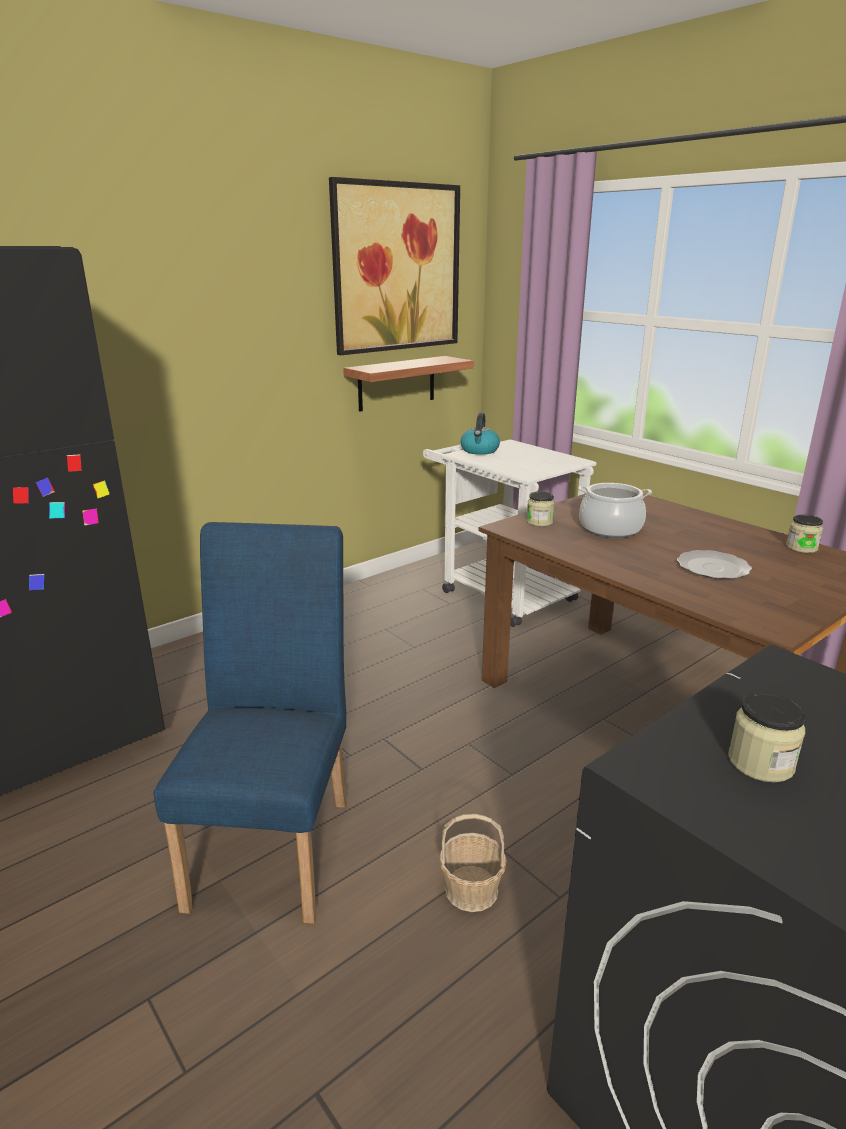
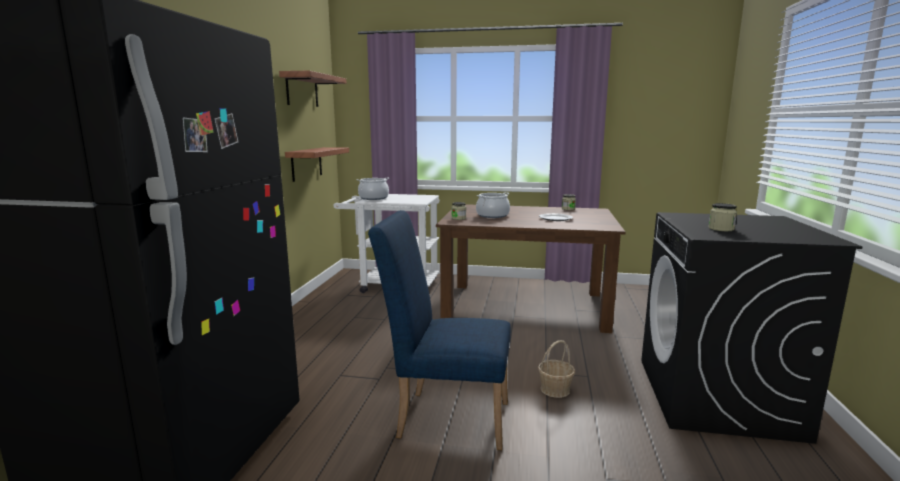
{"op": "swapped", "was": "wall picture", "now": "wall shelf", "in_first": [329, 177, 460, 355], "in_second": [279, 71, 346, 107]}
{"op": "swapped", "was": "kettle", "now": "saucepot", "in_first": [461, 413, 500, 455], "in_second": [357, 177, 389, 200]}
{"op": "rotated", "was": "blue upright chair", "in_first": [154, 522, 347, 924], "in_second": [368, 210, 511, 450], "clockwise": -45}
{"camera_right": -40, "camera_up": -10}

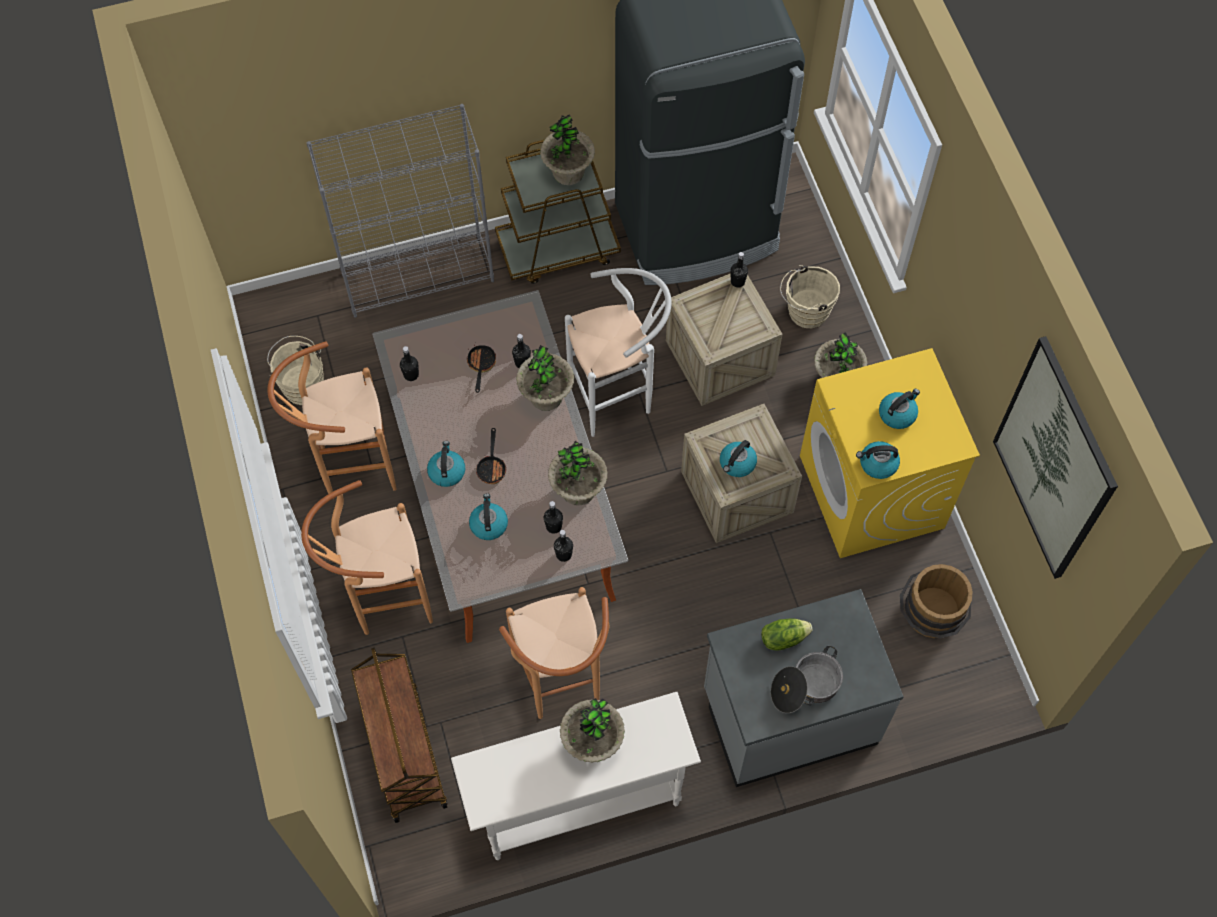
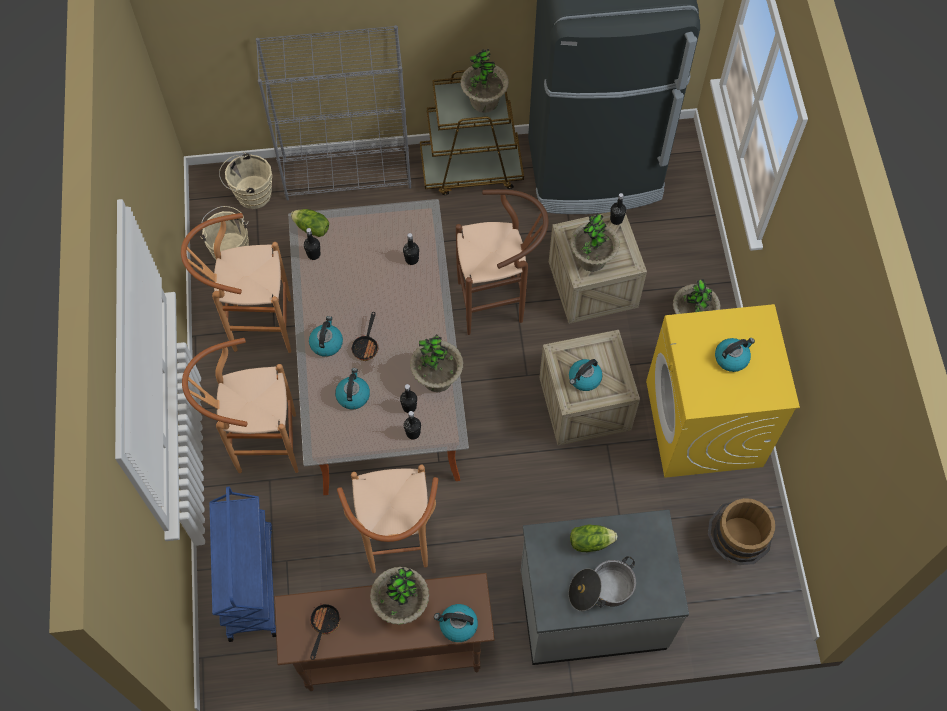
{"op": "shifted", "was": "beige-coloured pail", "in_first": [780, 265, 840, 328], "in_second": [219, 152, 272, 209]}
{"op": "repainted", "was": "white stool seat", "now": "brown-coloured stool seat", "in_first": [565, 268, 672, 437], "in_second": [456, 189, 549, 335]}
{"op": "gone", "was": "wall picture", "in_first": [993, 336, 1118, 579]}
{"op": "shifted", "was": "pan", "in_first": [467, 345, 496, 393], "in_second": [310, 603, 340, 660]}
{"op": "shifted", "was": "plant in a pot", "in_first": [516, 345, 574, 411], "in_second": [570, 213, 620, 272]}
{"op": "shifted", "was": "kettle", "in_first": [856, 441, 900, 479], "in_second": [434, 604, 478, 642]}
{"op": "repainted", "was": "brown-coloured wheeled cart", "now": "blue wheeled cart", "in_first": [351, 648, 447, 823], "in_second": [209, 487, 276, 642]}
{"op": "repainted", "was": "white hall table", "now": "brown-coloured hall table", "in_first": [451, 692, 701, 860], "in_second": [274, 573, 495, 691]}
{"op": "new", "now": "lettuce head", "in_second": [291, 209, 329, 237]}
{"camera_right": 10, "camera_up": 0}

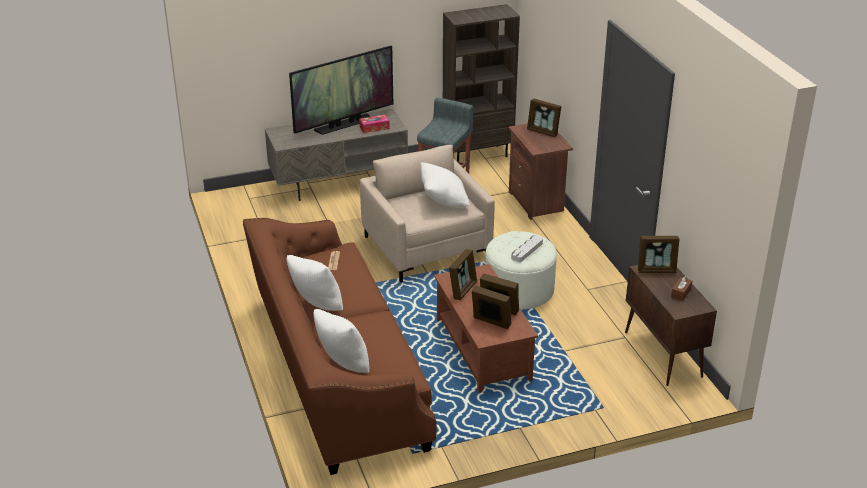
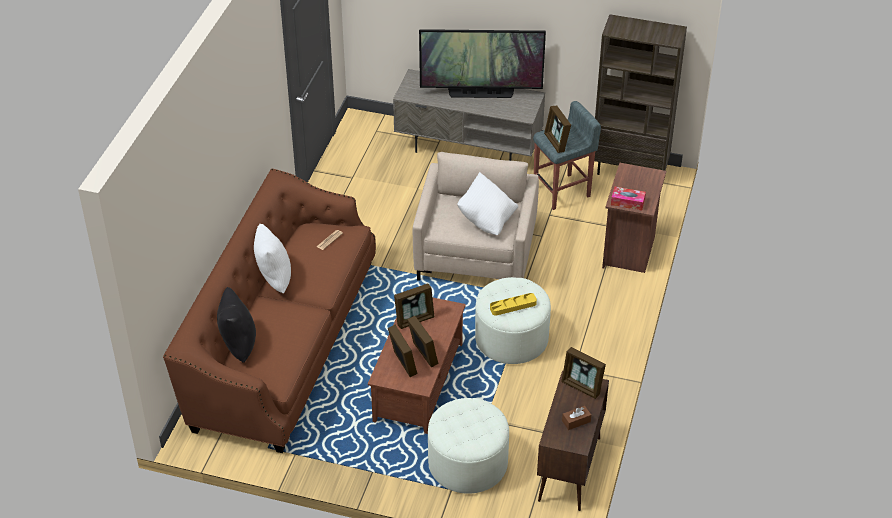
{"op": "shifted", "was": "picture frame", "in_first": [527, 98, 561, 137], "in_second": [544, 106, 571, 153]}
{"op": "shifted", "was": "tissue box", "in_first": [359, 115, 390, 133], "in_second": [611, 187, 646, 211]}
{"op": "repainted", "was": "gray serving tray", "now": "yellowish serving tray", "in_first": [511, 235, 543, 262], "in_second": [490, 293, 537, 316]}
{"op": "repainted", "was": "white pillow", "now": "black-coloured pillow", "in_first": [313, 309, 369, 373], "in_second": [217, 287, 256, 363]}
{"op": "new", "now": "white footrest", "in_second": [428, 398, 509, 494]}
{"camera_right": 35, "camera_up": 10}

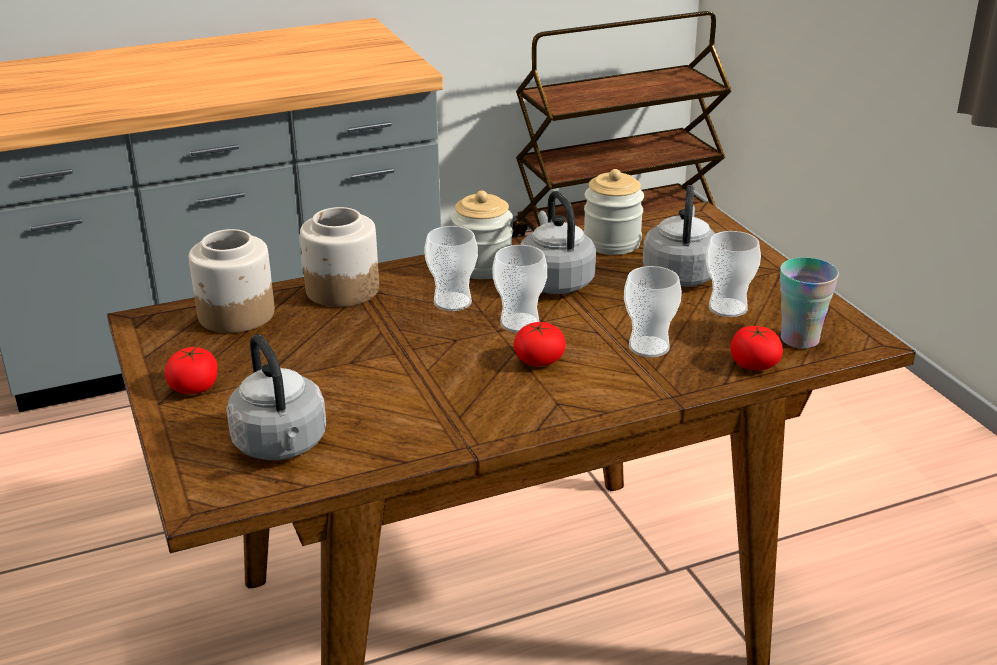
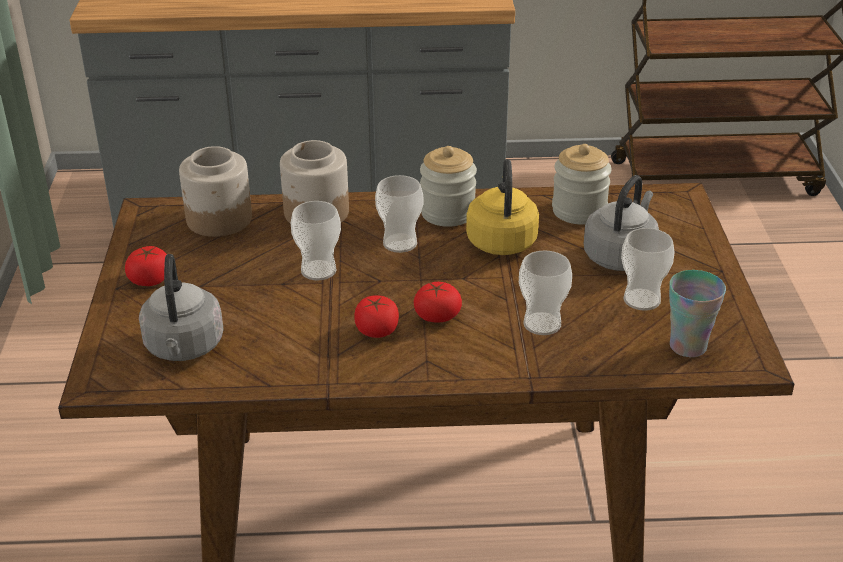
{"op": "repainted", "was": "gray kettle", "now": "yellowish kettle", "in_first": [520, 191, 596, 294], "in_second": [466, 159, 539, 255]}
{"op": "shifted", "was": "cup", "in_first": [493, 245, 547, 333], "in_second": [291, 201, 341, 280]}
{"op": "shifted", "was": "fresh tomato", "in_first": [730, 326, 783, 371], "in_second": [354, 295, 399, 338]}
{"camera_right": 20, "camera_up": 5}

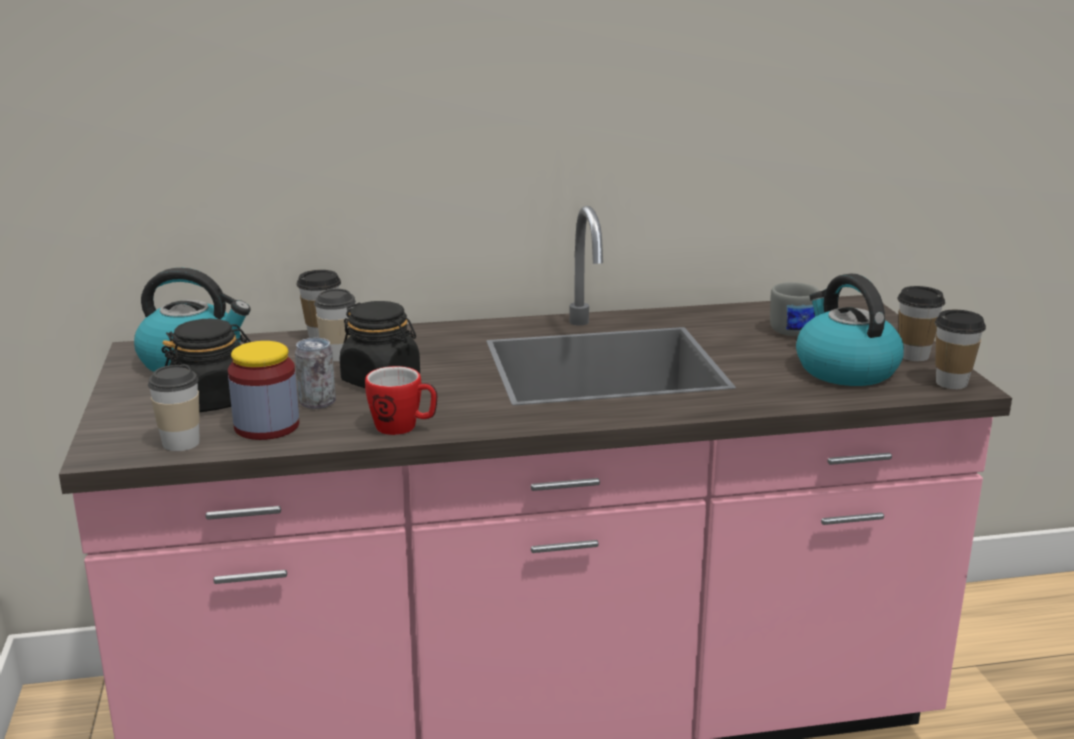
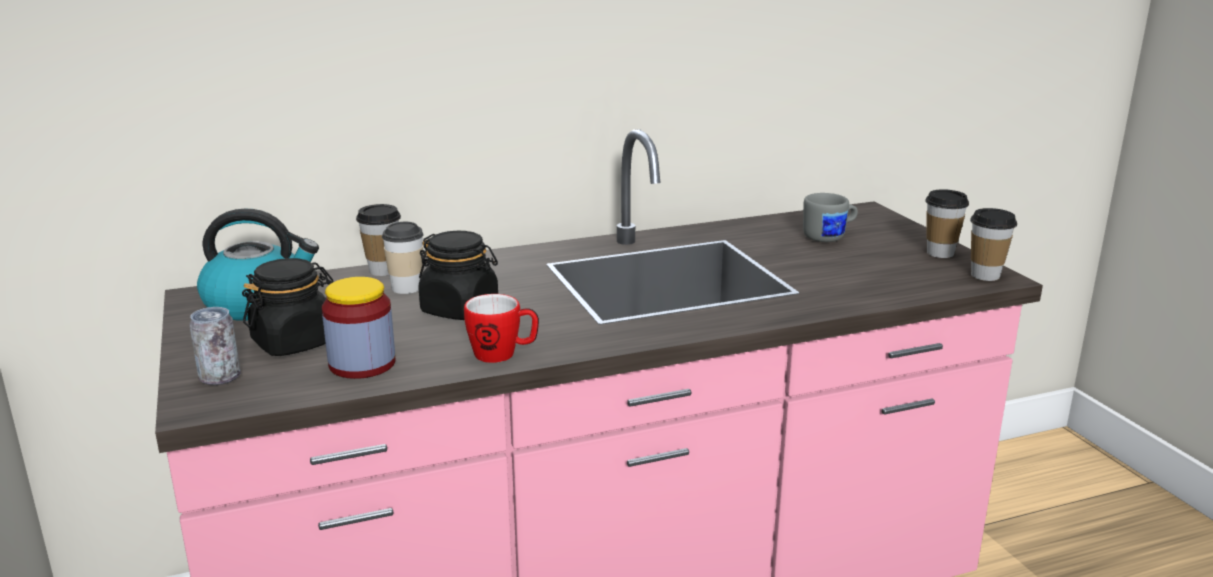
{"op": "gone", "was": "kettle", "in_first": [796, 274, 904, 386]}
{"op": "shifted", "was": "sealed can", "in_first": [295, 338, 336, 409], "in_second": [190, 307, 241, 385]}
{"op": "gone", "was": "cup", "in_first": [148, 364, 200, 451]}
{"camera_right": -10, "camera_up": 0}

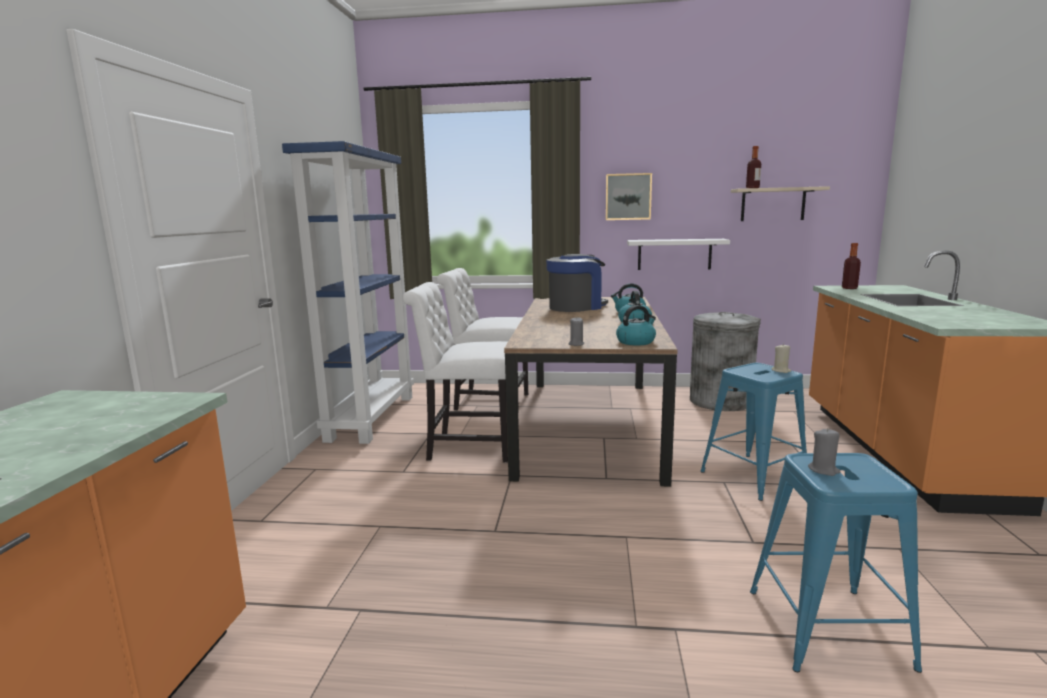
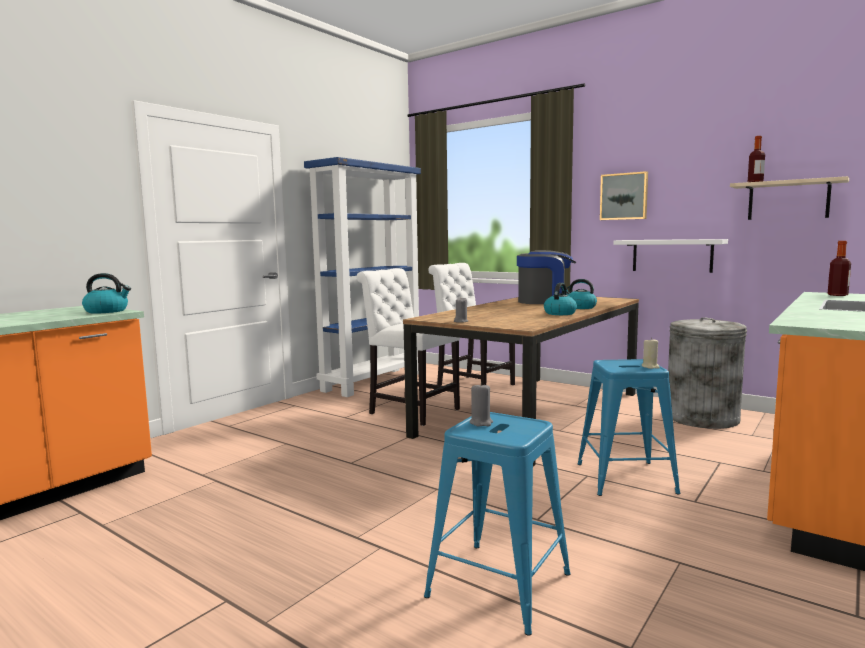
{"op": "shifted", "was": "kettle", "in_first": [616, 305, 656, 345], "in_second": [82, 273, 131, 314]}
{"camera_right": 30, "camera_up": -5}

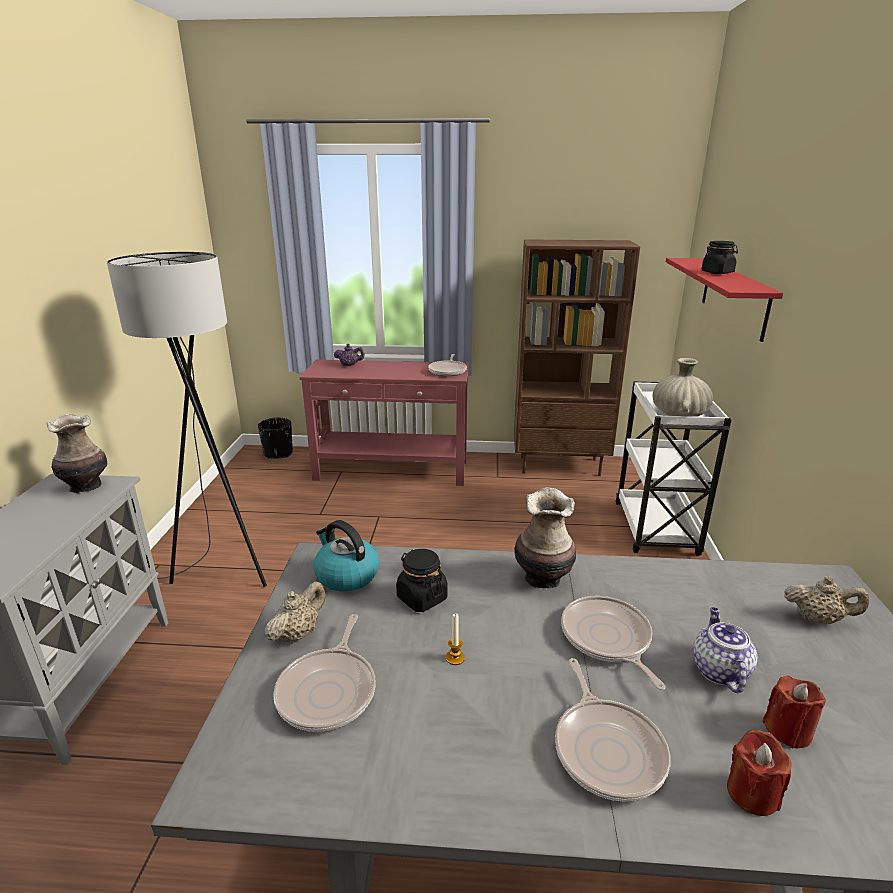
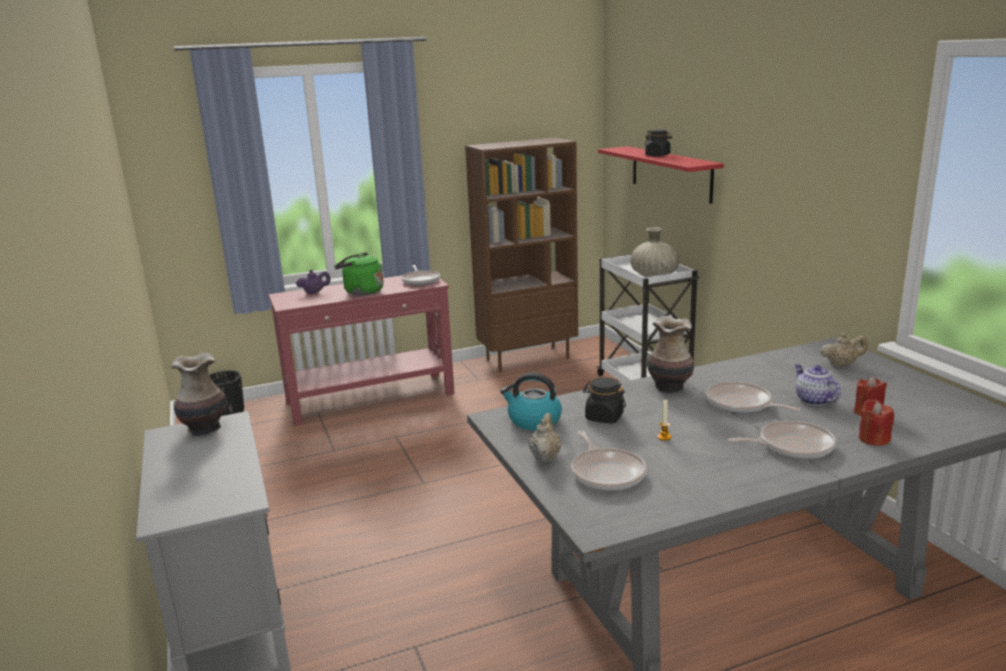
{"op": "gone", "was": "gray standing lamp", "in_first": [107, 252, 267, 587]}
{"op": "rotated", "was": "pan", "in_first": [555, 658, 670, 802], "in_second": [728, 420, 836, 459], "clockwise": -60}
{"op": "new", "now": "greenish kettle", "in_second": [334, 252, 384, 295]}
{"camera_right": -25, "camera_up": -5}

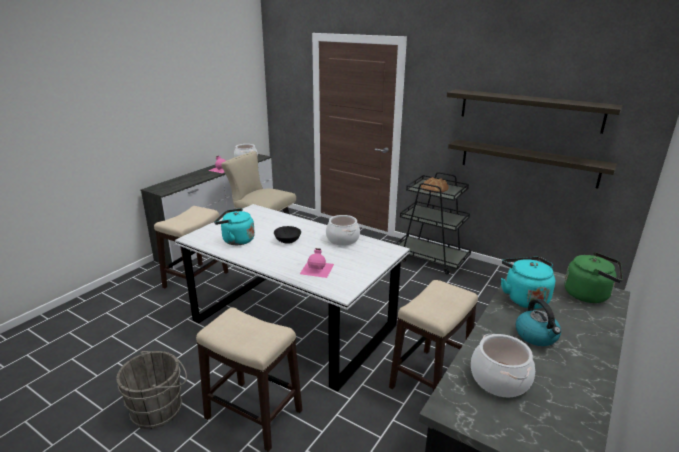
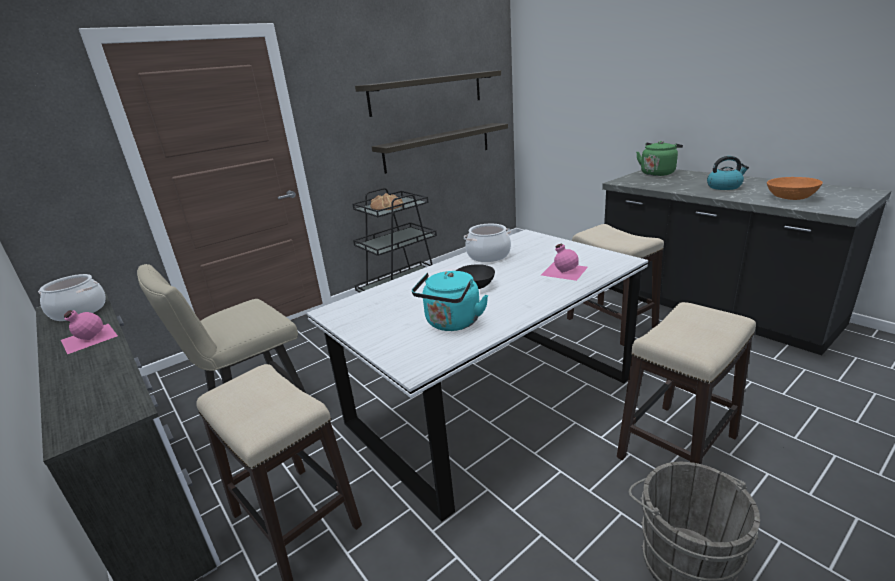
{"op": "gone", "was": "turquoise kettle", "in_first": [501, 257, 555, 309]}
{"op": "swapped", "was": "saucepot", "now": "orangey bowl", "in_first": [471, 334, 535, 397], "in_second": [767, 177, 823, 200]}
{"camera_right": -70, "camera_up": 0}

